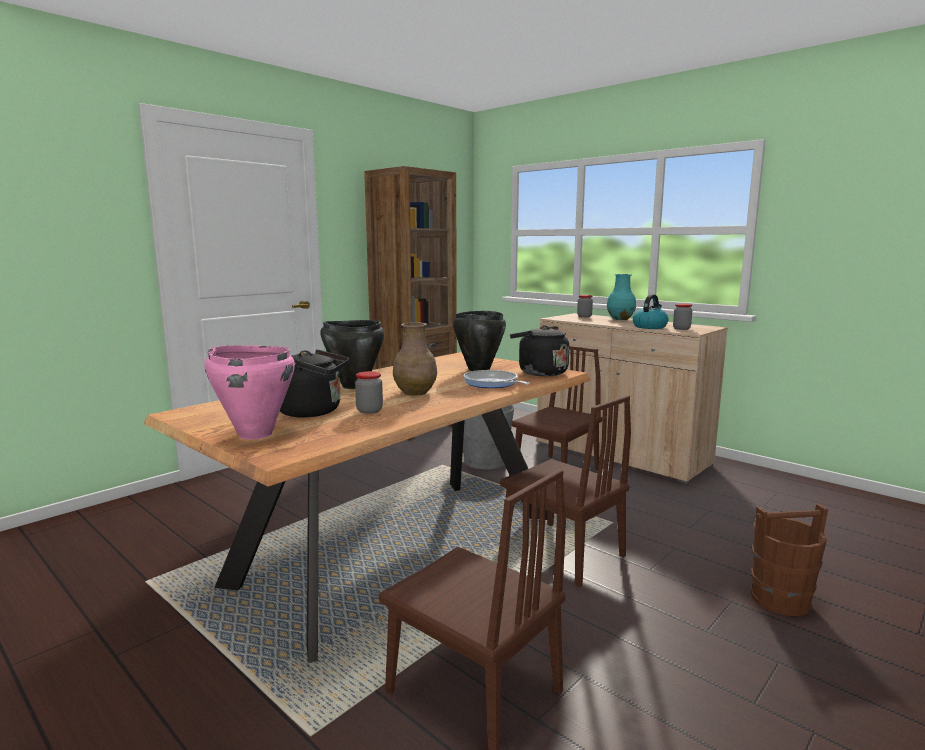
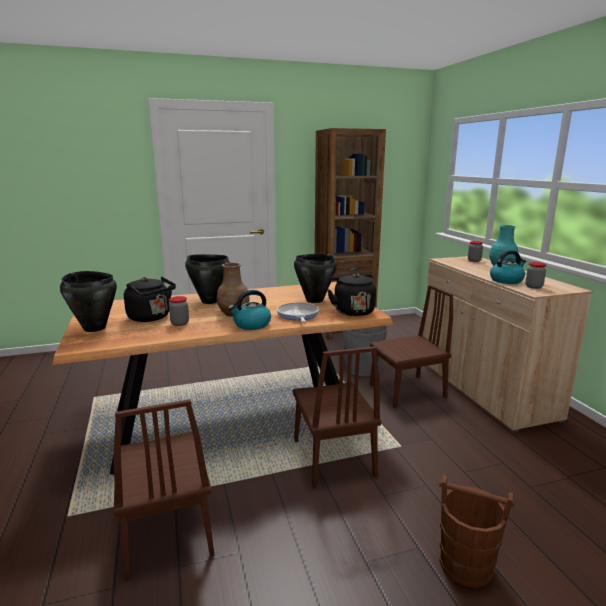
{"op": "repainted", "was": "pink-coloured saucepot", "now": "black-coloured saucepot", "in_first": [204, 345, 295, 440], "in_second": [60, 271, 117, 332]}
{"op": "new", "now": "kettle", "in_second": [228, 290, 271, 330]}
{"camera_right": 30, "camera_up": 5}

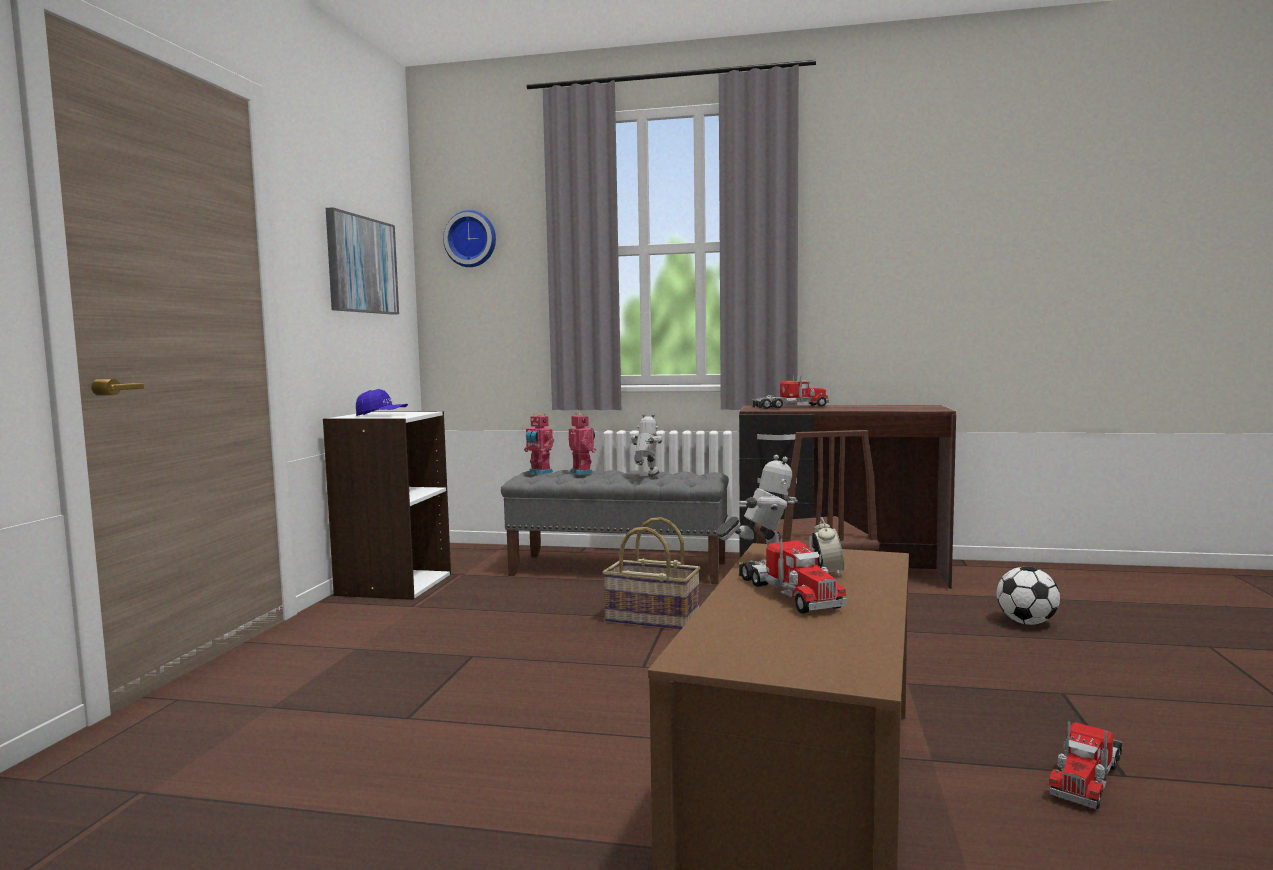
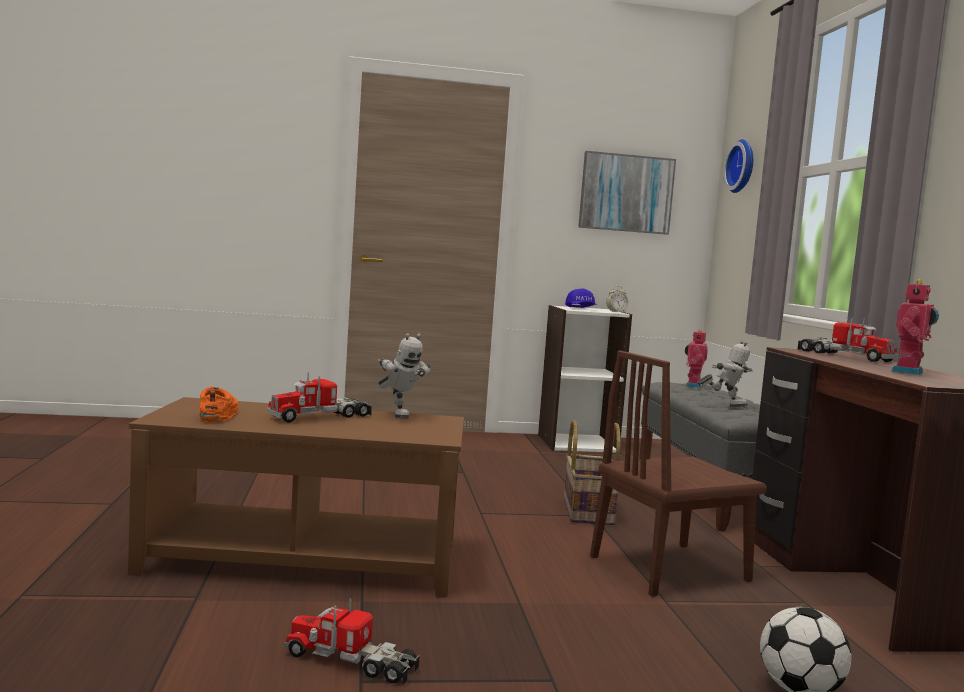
{"op": "shifted", "was": "toy robot", "in_first": [568, 413, 596, 475], "in_second": [891, 279, 939, 375]}
{"op": "shifted", "was": "bedside clock", "in_first": [812, 517, 844, 577], "in_second": [606, 286, 628, 313]}
{"op": "new", "now": "orangey low shoe", "in_second": [200, 387, 239, 422]}
{"camera_right": 70, "camera_up": 0}

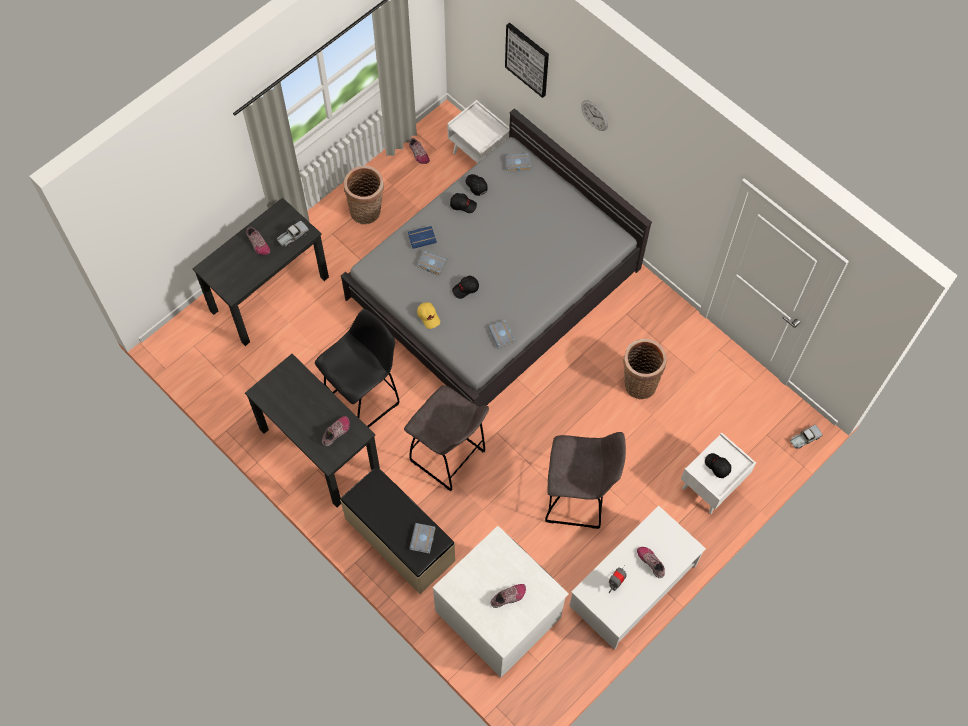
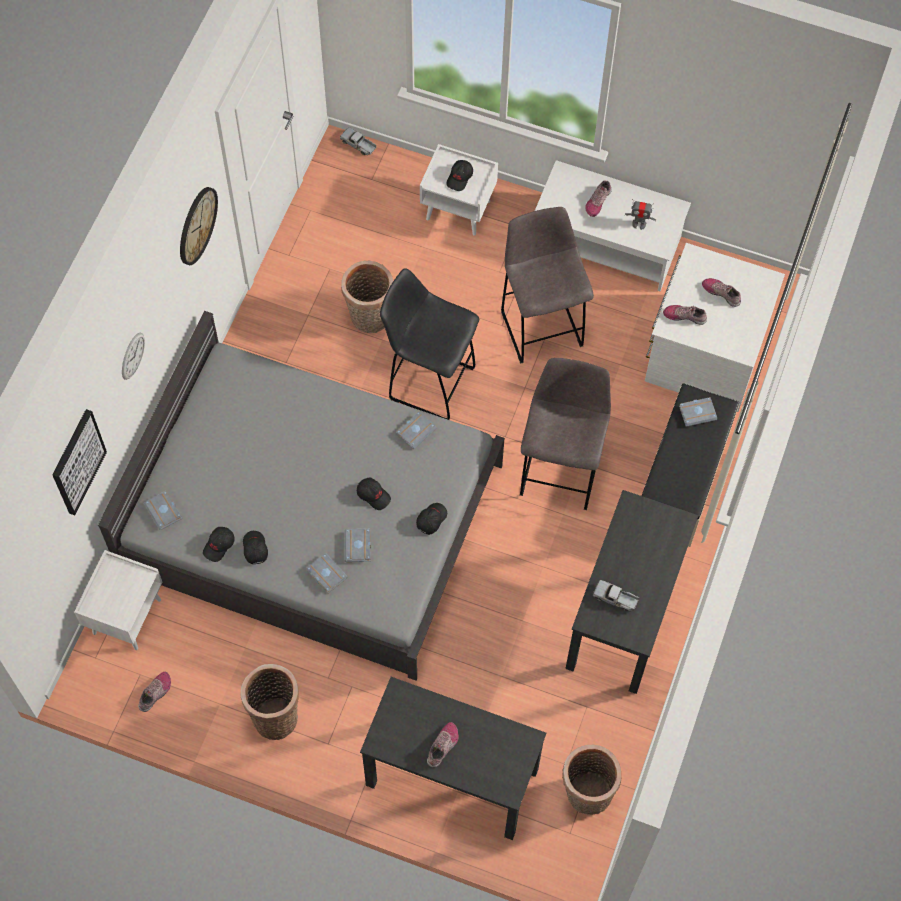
{"op": "shifted", "was": "toy lorry", "in_first": [277, 221, 309, 247], "in_second": [593, 580, 639, 611]}
{"op": "repainted", "was": "blue book", "now": "gray book", "in_first": [408, 226, 437, 249], "in_second": [307, 553, 348, 593]}
{"op": "repainted", "was": "yellowish baseball cap", "now": "black-coloured baseball cap", "in_first": [417, 302, 440, 329], "in_second": [416, 503, 447, 535]}
{"op": "shifted", "was": "black-coloured stool seat", "in_first": [315, 309, 400, 428], "in_second": [380, 268, 479, 420]}
{"op": "shifted", "was": "low shoe", "in_first": [322, 416, 350, 446], "in_second": [663, 305, 707, 325]}
{"op": "new", "now": "wall clock", "in_second": [180, 187, 218, 265]}
{"op": "new", "now": "basket", "in_second": [562, 745, 622, 815]}
{"camera_right": -115, "camera_up": 0}

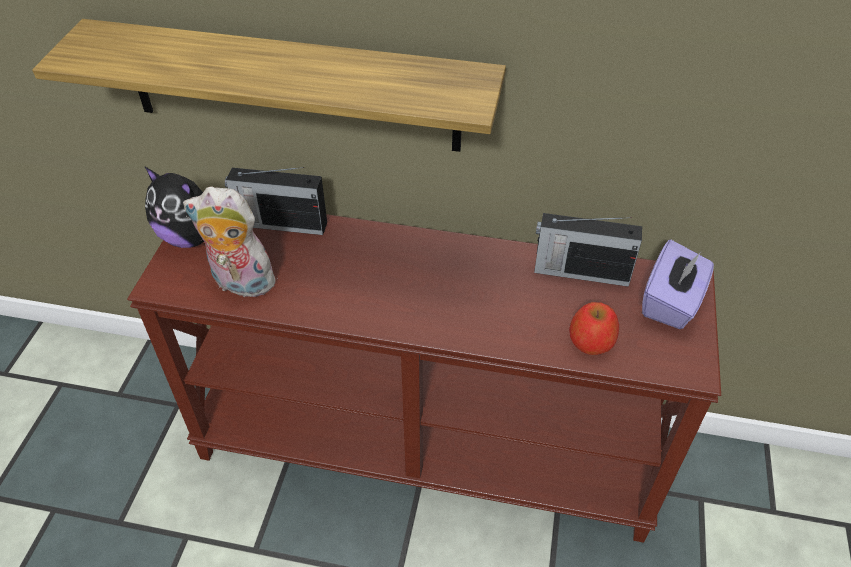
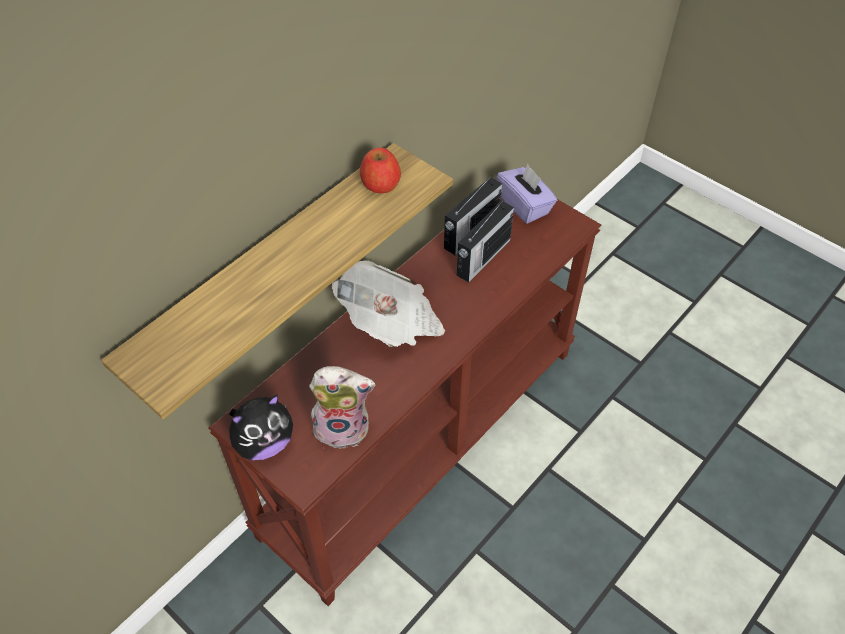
{"op": "shifted", "was": "radio set", "in_first": [225, 167, 327, 235], "in_second": [457, 199, 514, 283]}
{"op": "rotated", "was": "plush toy", "in_first": [183, 187, 278, 301], "in_second": [309, 366, 375, 449], "clockwise": -135}
{"op": "shifted", "was": "apple fruit", "in_first": [569, 302, 619, 355], "in_second": [360, 148, 401, 194]}
{"op": "new", "now": "newspaper", "in_second": [332, 261, 445, 347]}
{"camera_right": -60, "camera_up": 5}

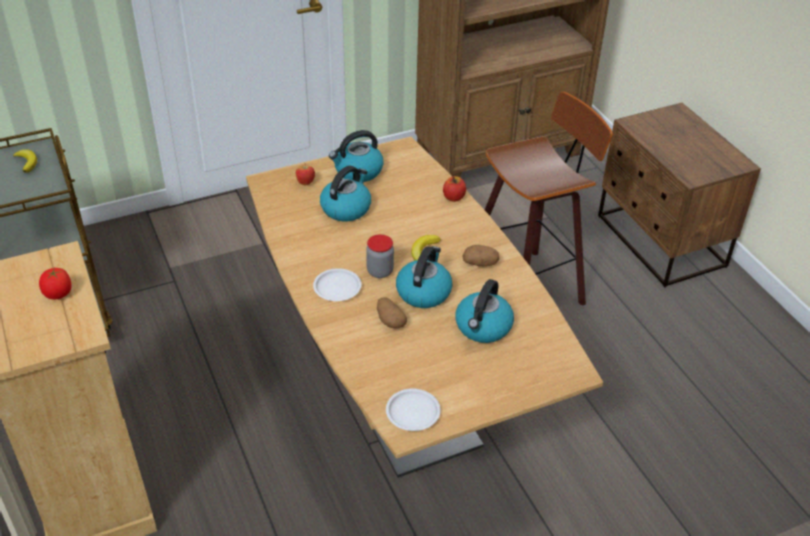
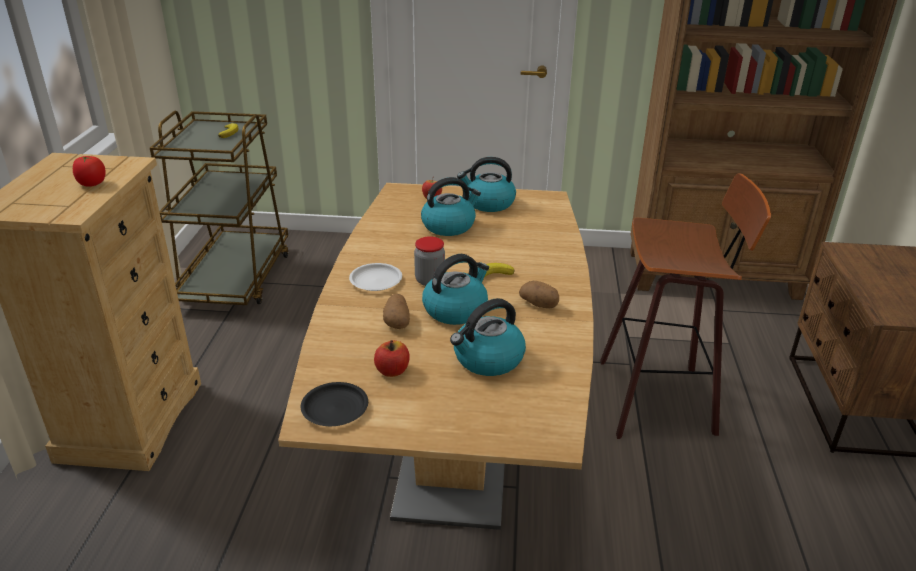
{"op": "shifted", "was": "apple fruit", "in_first": [443, 176, 466, 202], "in_second": [374, 340, 410, 377]}
{"op": "repainted", "was": "white dinner plate", "now": "black-coloured dinner plate", "in_first": [386, 388, 441, 431], "in_second": [300, 382, 368, 426]}
{"camera_right": 30, "camera_up": -10}

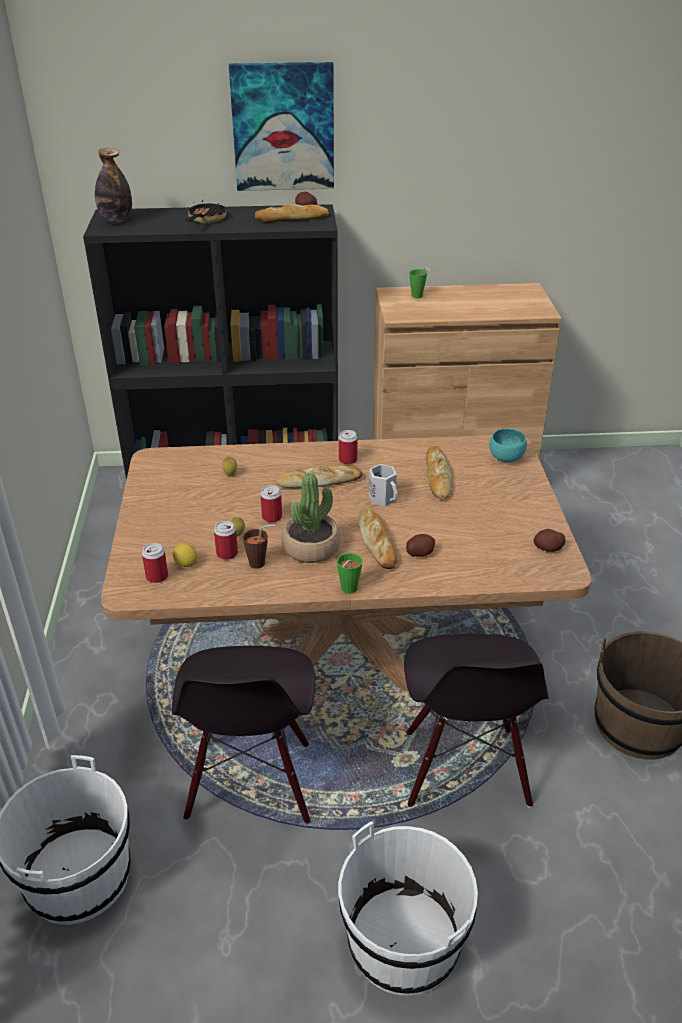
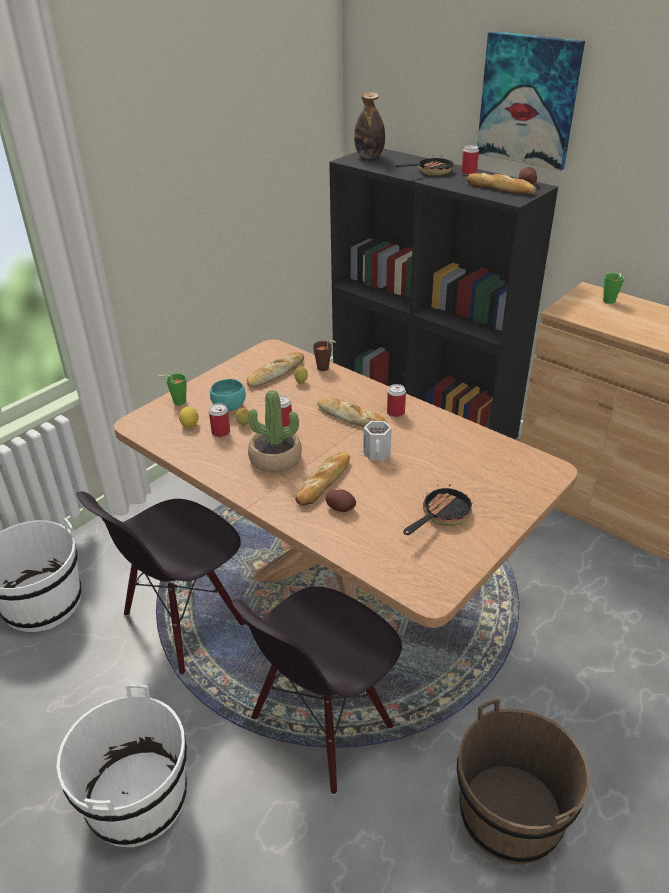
{"op": "shifted", "was": "turquoise bowl", "in_first": [490, 428, 527, 462], "in_second": [210, 379, 246, 411]}
{"op": "shifted", "was": "bakery bread", "in_first": [426, 446, 452, 500], "in_second": [246, 352, 304, 387]}
{"op": "shifted", "was": "brown-coloured cup", "in_first": [243, 525, 275, 569], "in_second": [313, 340, 337, 371]}
{"op": "gone", "was": "potato", "in_first": [534, 529, 565, 552]}
{"op": "shifted", "was": "sealed can", "in_first": [142, 543, 168, 583], "in_second": [461, 145, 479, 175]}
{"op": "shifted", "was": "greenish cup", "in_first": [337, 553, 363, 594], "in_second": [159, 373, 186, 405]}
{"op": "new", "now": "pan", "in_second": [403, 484, 473, 535]}
{"camera_right": 45, "camera_up": 0}

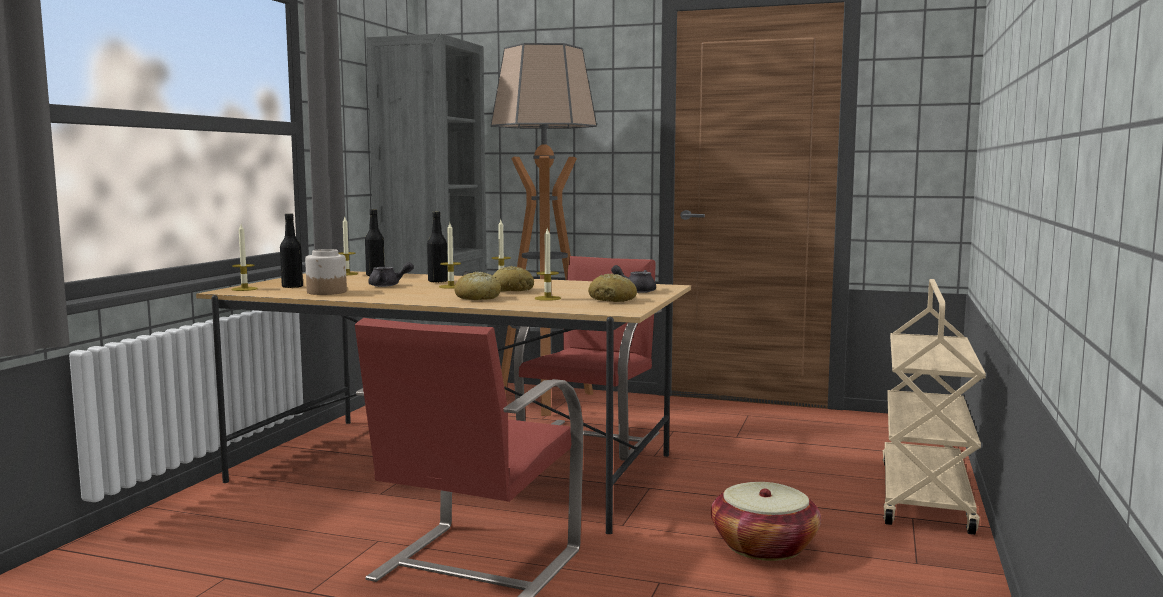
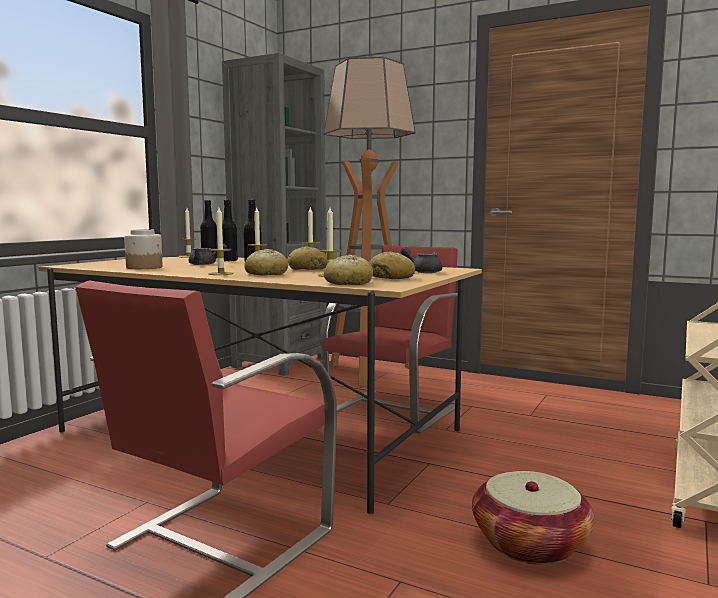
{"op": "shifted", "was": "black-coloured drink bottle", "in_first": [280, 213, 303, 288], "in_second": [222, 200, 238, 262]}
{"op": "shifted", "was": "wax candle", "in_first": [232, 224, 258, 291], "in_second": [209, 207, 234, 275]}
{"op": "new", "now": "bakery bread", "in_second": [324, 255, 373, 285]}
{"camera_right": 10, "camera_up": 0}

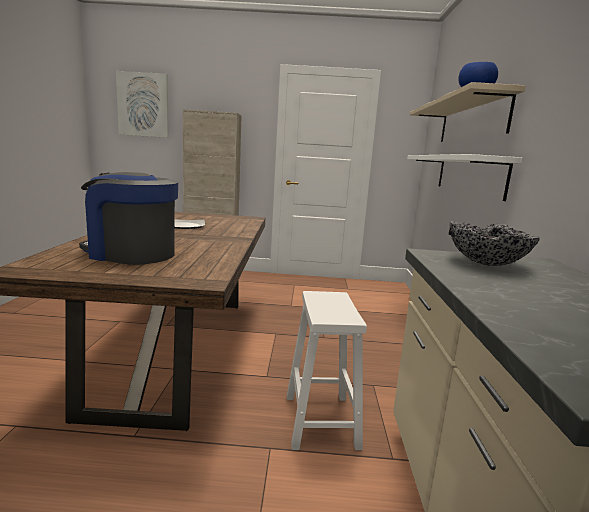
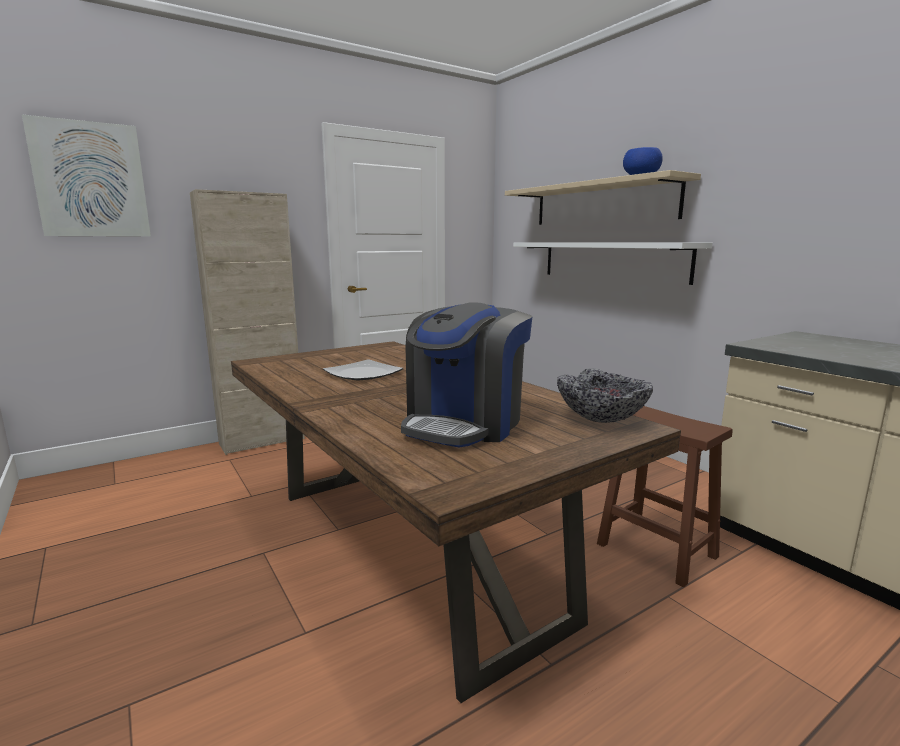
{"op": "rotated", "was": "coffee machine", "in_first": [79, 172, 178, 265], "in_second": [401, 302, 533, 448], "clockwise": -45}
{"op": "shifted", "was": "bowl", "in_first": [449, 221, 539, 266], "in_second": [557, 369, 653, 423]}
{"op": "repainted", "was": "white stool seat", "now": "brown-coloured stool seat", "in_first": [287, 291, 367, 450], "in_second": [597, 406, 733, 588]}
{"camera_right": -35, "camera_up": 0}

